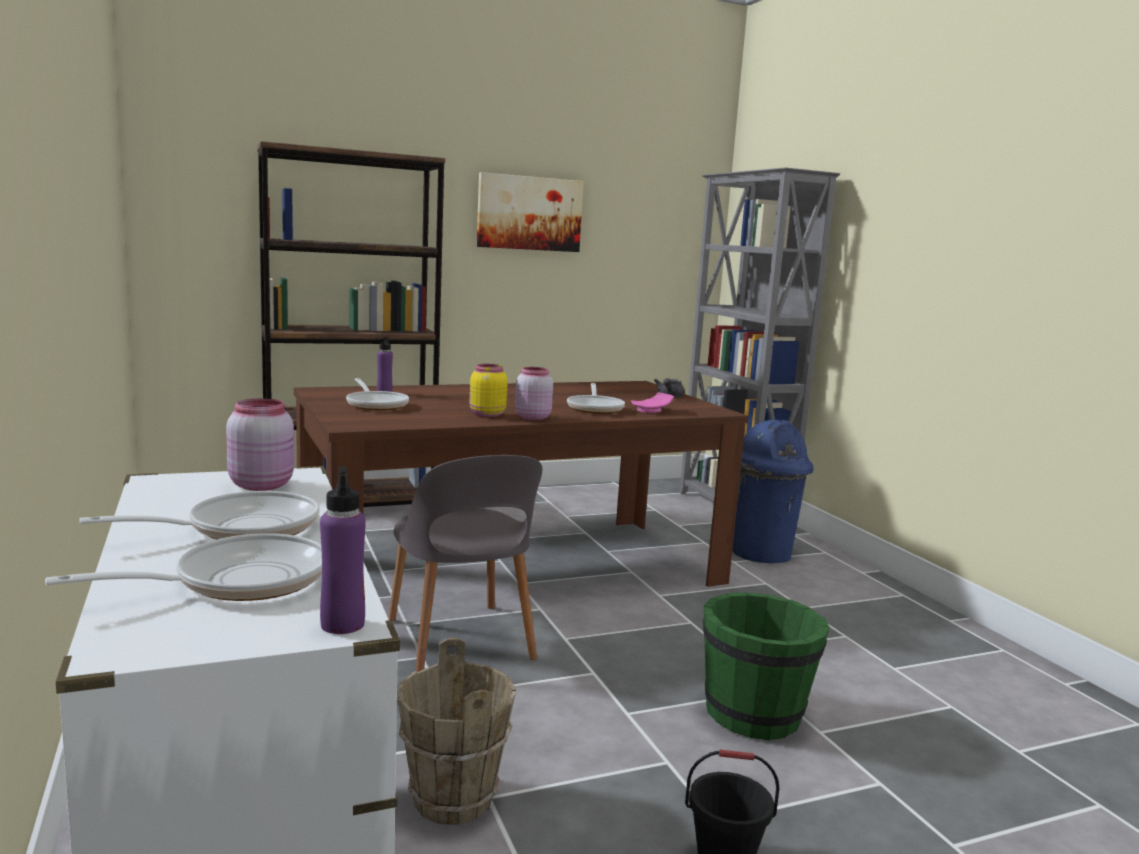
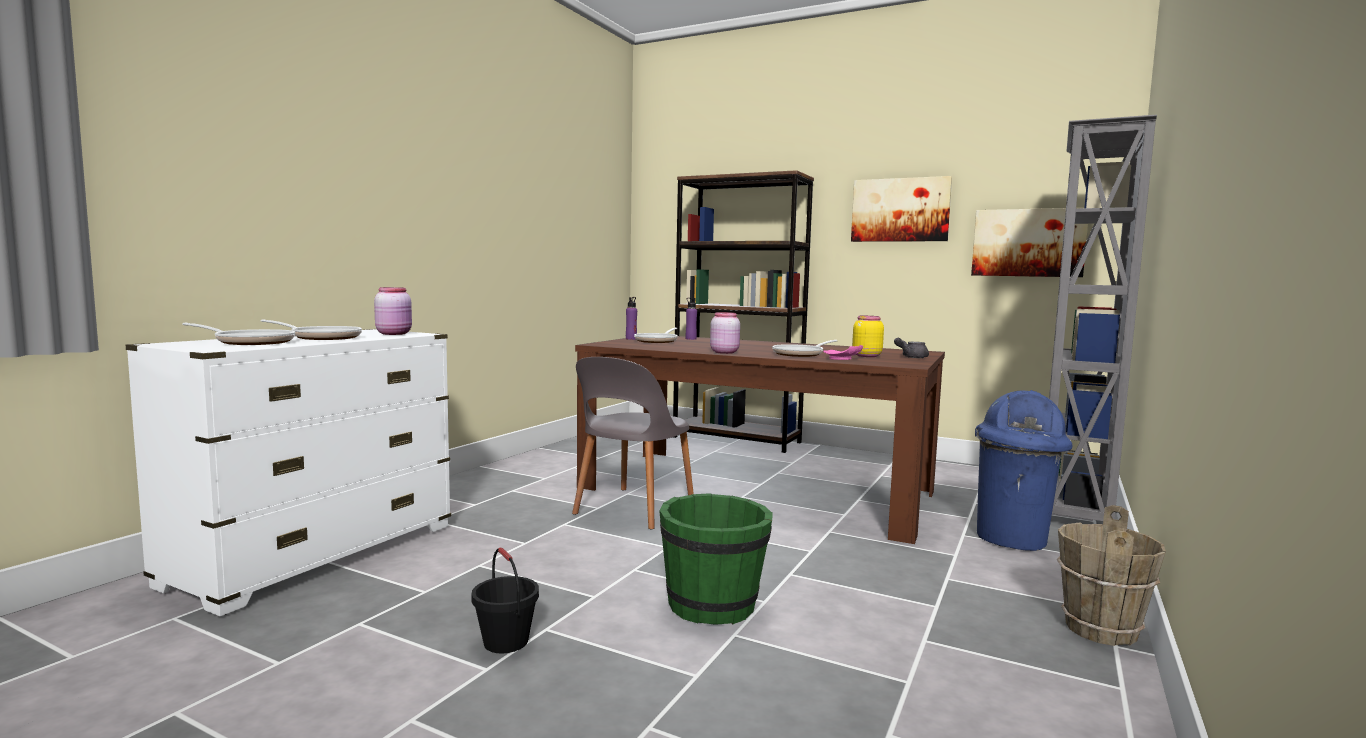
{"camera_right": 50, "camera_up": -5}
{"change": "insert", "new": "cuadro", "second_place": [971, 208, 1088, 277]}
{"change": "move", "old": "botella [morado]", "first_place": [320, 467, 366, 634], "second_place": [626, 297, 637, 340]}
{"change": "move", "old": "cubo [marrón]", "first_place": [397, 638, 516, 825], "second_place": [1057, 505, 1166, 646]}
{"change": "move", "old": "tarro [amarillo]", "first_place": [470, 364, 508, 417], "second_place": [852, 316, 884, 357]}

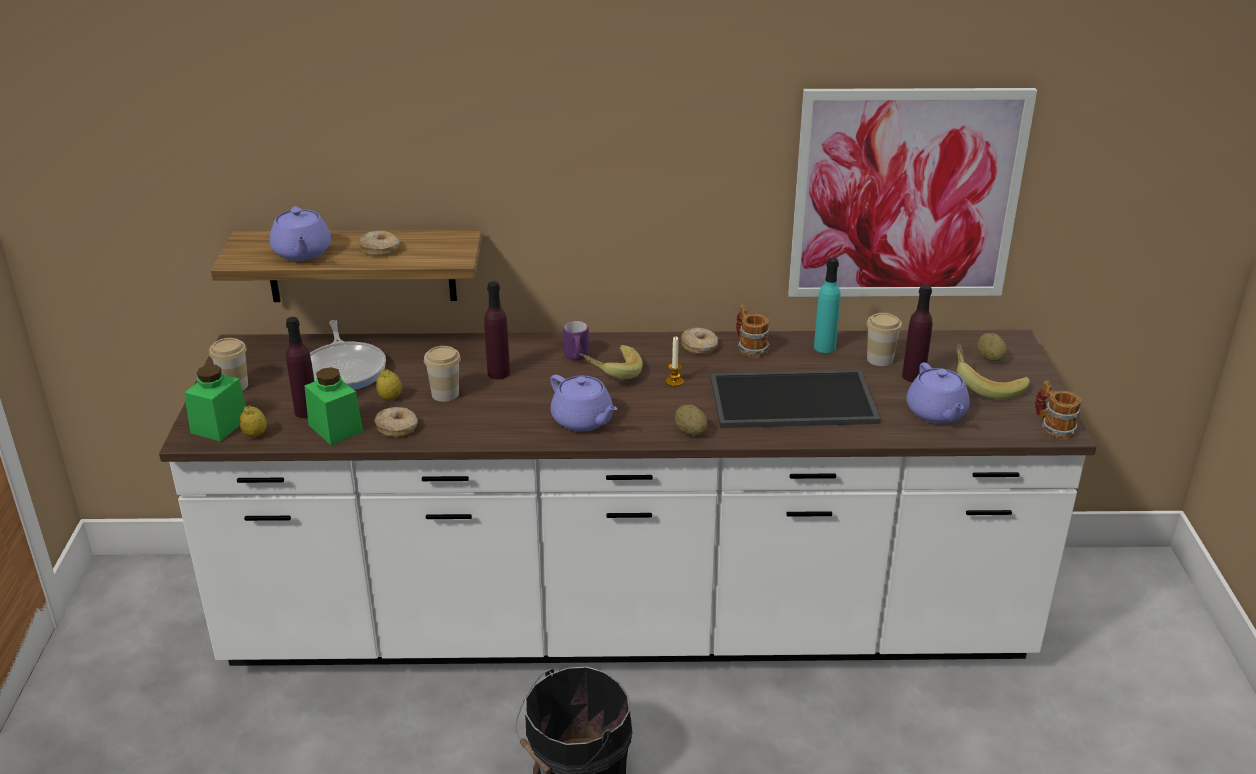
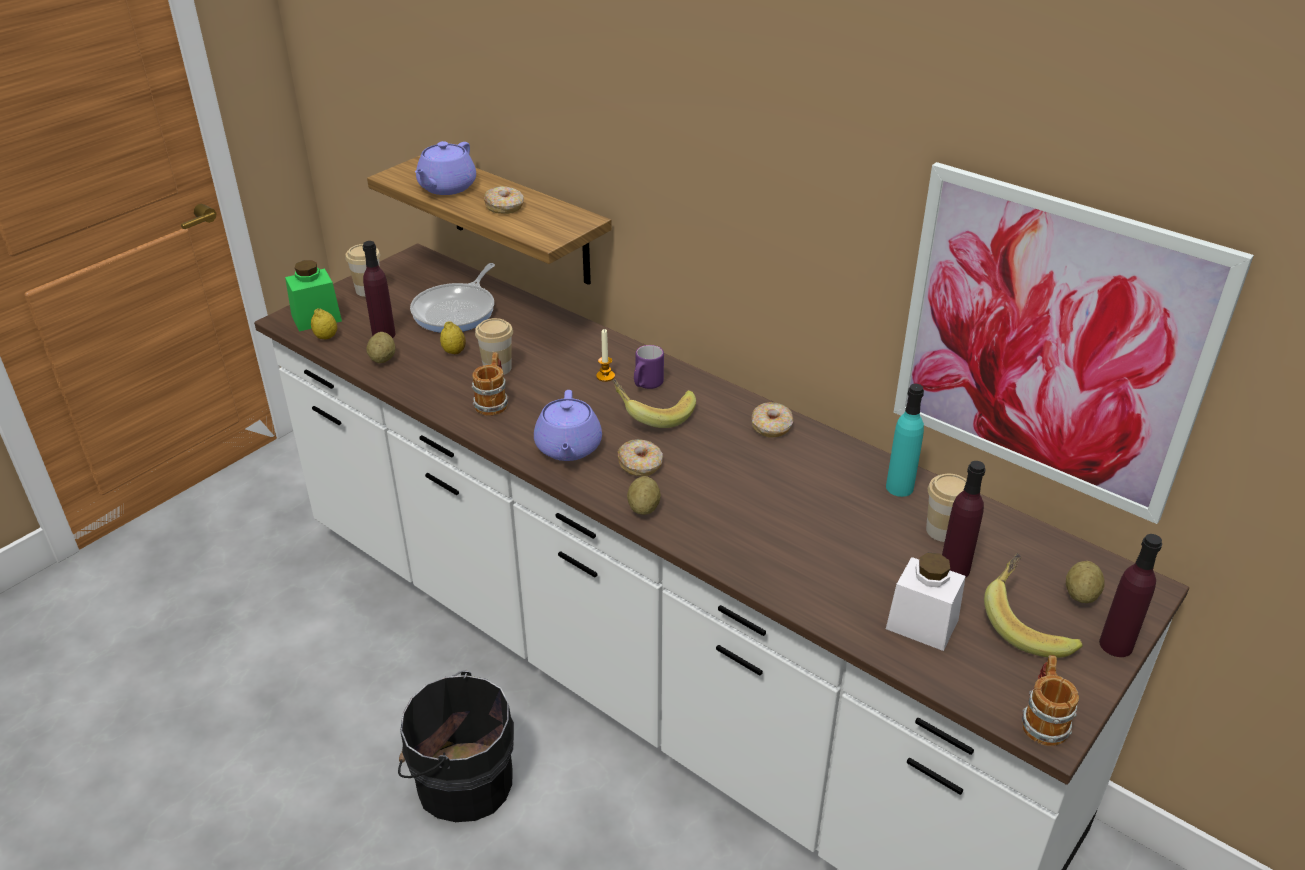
{"camera_right": 40, "camera_up": 5}
{"change": "delete", "old": "bandeja", "first_place": [710, 370, 880, 428]}
{"change": "move", "old": "rosquilla", "first_place": [374, 407, 418, 437], "second_place": [618, 439, 663, 476]}
{"change": "move", "old": "botella [morado]", "first_place": [484, 281, 510, 379], "second_place": [1099, 534, 1162, 657]}
{"change": "move", "old": "vela", "first_place": [666, 336, 683, 387], "second_place": [596, 329, 615, 382]}
{"change": "move", "old": "taza grande", "first_place": [736, 304, 770, 358], "second_place": [471, 352, 508, 416]}
{"change": "replace", "old": "tarro [verde]", "new": "patata", "first_place": [304, 367, 363, 445], "second_place": [366, 332, 395, 363]}
{"change": "replace", "old": "tetera [morado]", "new": "tarro [blanco]", "first_place": [906, 362, 970, 424], "second_place": [886, 553, 966, 651]}

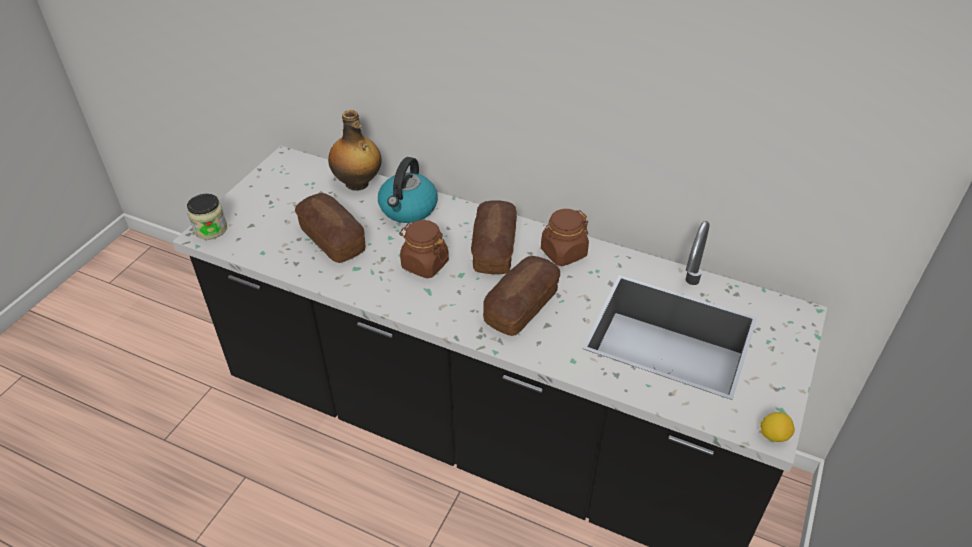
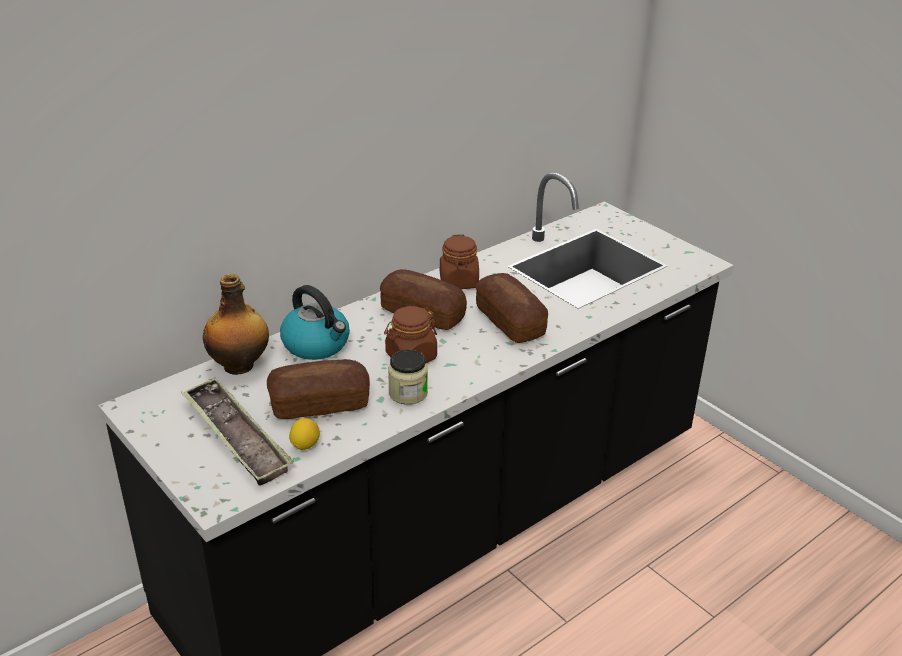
{"camera_right": -65, "camera_up": -10}
{"change": "insert", "new": "bandeja", "second_place": [181, 378, 294, 486]}
{"change": "move", "old": "tarro", "first_place": [187, 194, 227, 240], "second_place": [388, 350, 428, 405]}
{"change": "move", "old": "limón", "first_place": [760, 412, 795, 442], "second_place": [289, 418, 320, 450]}

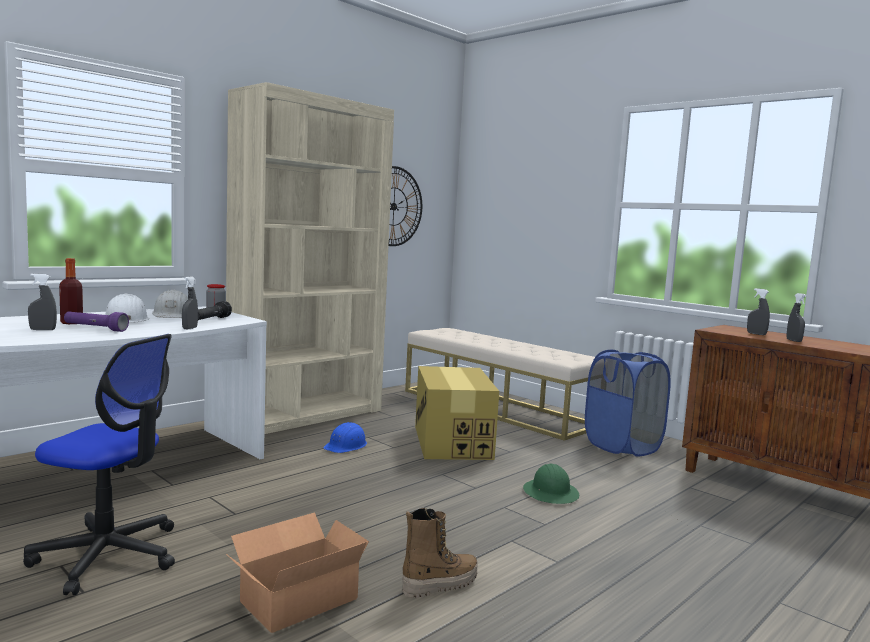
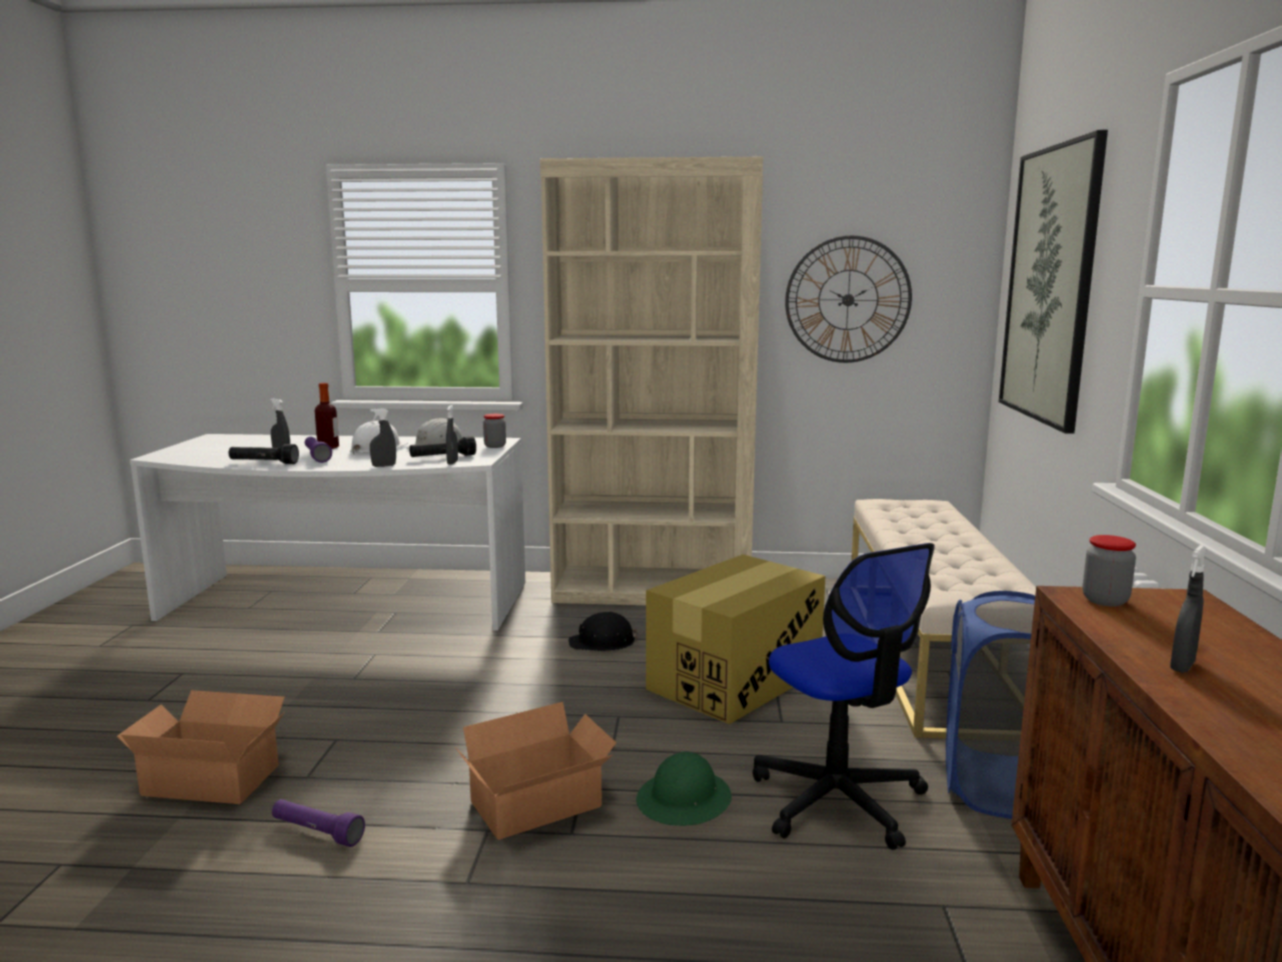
{"camera_right": 50, "camera_up": 5}
{"change": "insert", "new": "linterna [negro]", "second_place": [229, 444, 299, 464]}
{"change": "insert", "new": "caja de cartón", "second_place": [455, 702, 616, 840]}
{"change": "insert", "new": "cuadro", "second_place": [999, 130, 1108, 433]}
{"change": "insert", "new": "tarro", "second_place": [1083, 535, 1136, 607]}
{"change": "move", "old": "silla de oficina", "first_place": [23, 334, 175, 595], "second_place": [753, 543, 935, 850]}
{"change": "move", "old": "pulverizador [gris]", "first_place": [747, 288, 770, 335], "second_place": [446, 405, 458, 464]}
{"change": "replace", "old": "bota", "new": "linterna [morado]", "first_place": [402, 508, 478, 598], "second_place": [272, 799, 365, 847]}
{"change": "recolor", "old": "casco [azul]", "new": "casco [negro]", "first_place": [323, 422, 367, 453], "second_place": [569, 612, 638, 651]}

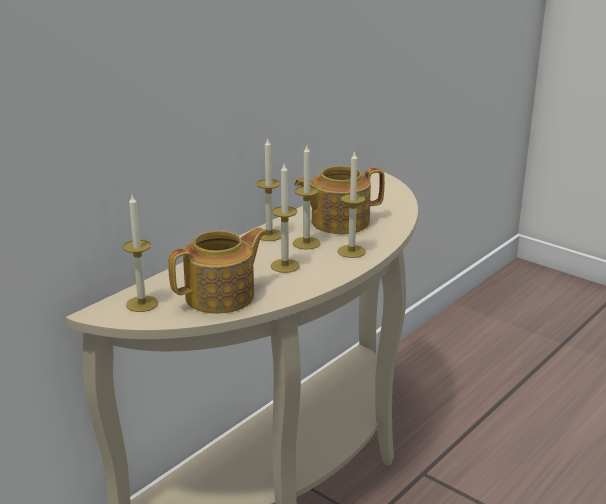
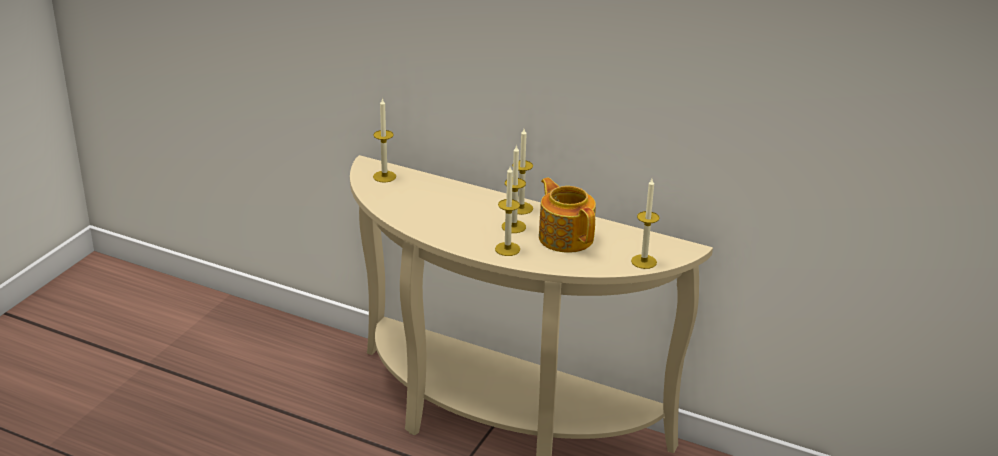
{"camera_right": 75, "camera_up": 5}
{"change": "delete", "old": "tetera", "first_place": [168, 227, 267, 314]}
{"change": "move", "old": "vela", "first_place": [270, 164, 300, 273], "second_place": [631, 179, 660, 269]}

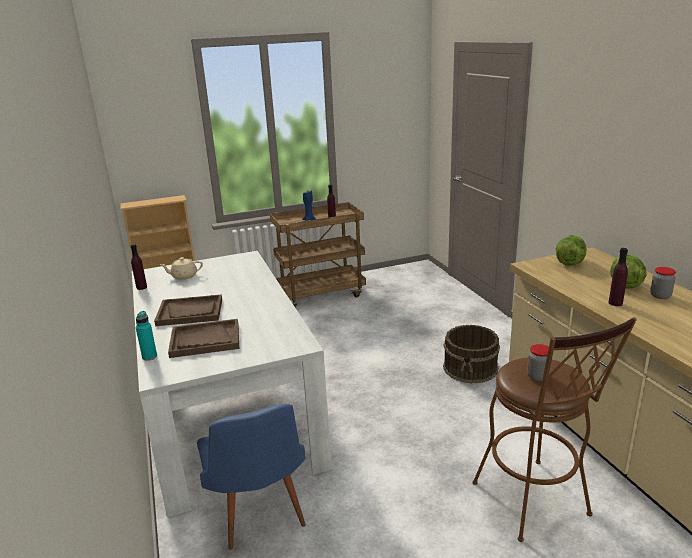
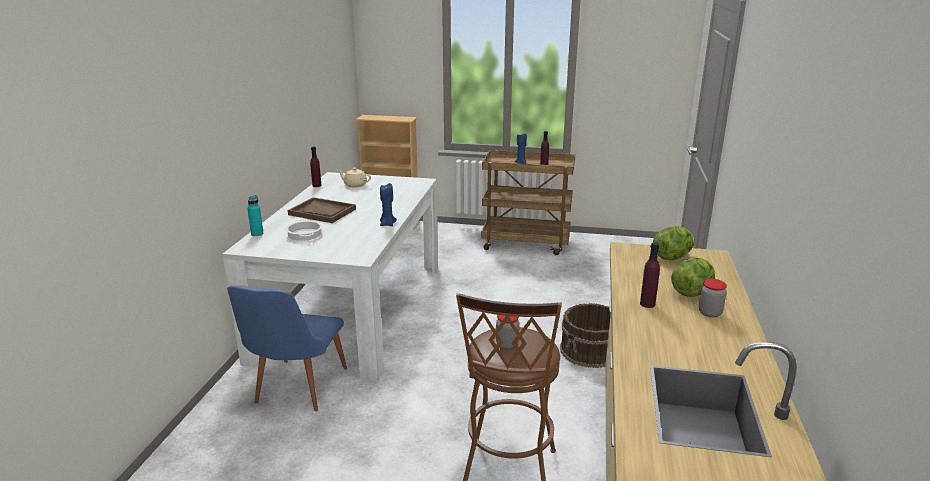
{"camera_right": 30, "camera_up": 0}
{"change": "insert", "new": "vela [azul]", "second_place": [380, 183, 397, 226]}
{"change": "replace", "old": "bandeja [marrón]", "new": "olla", "first_place": [168, 319, 239, 358], "second_place": [286, 219, 322, 241]}

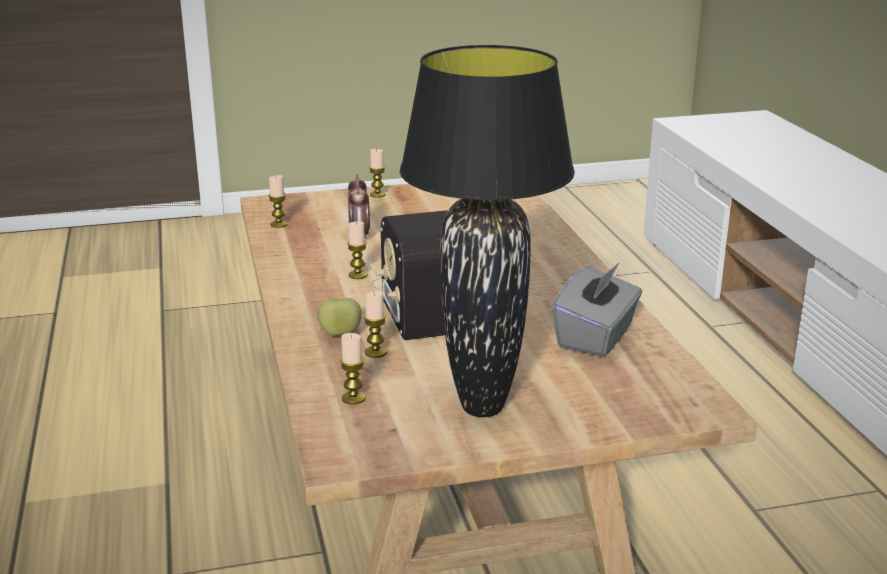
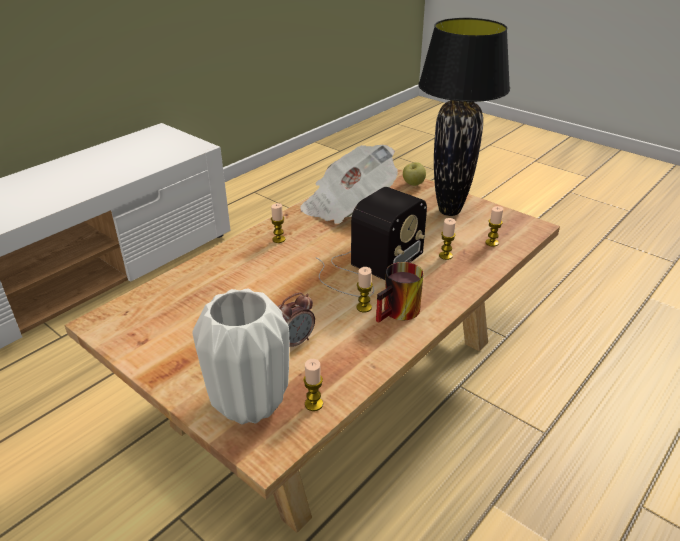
{"camera_right": -125, "camera_up": 10}
{"change": "insert", "new": "florero [blanco]", "second_place": [192, 288, 289, 424]}
{"change": "insert", "new": "taza grande", "second_place": [376, 262, 423, 323]}
{"change": "move", "old": "manzana", "first_place": [317, 298, 362, 336], "second_place": [403, 162, 426, 186]}
{"change": "move", "old": "vela", "first_place": [369, 149, 386, 198], "second_place": [271, 203, 286, 243]}
{"change": "replace", "old": "caja de pañuelos [gris]", "new": "periódico", "first_place": [552, 262, 642, 357], "second_place": [300, 145, 398, 224]}

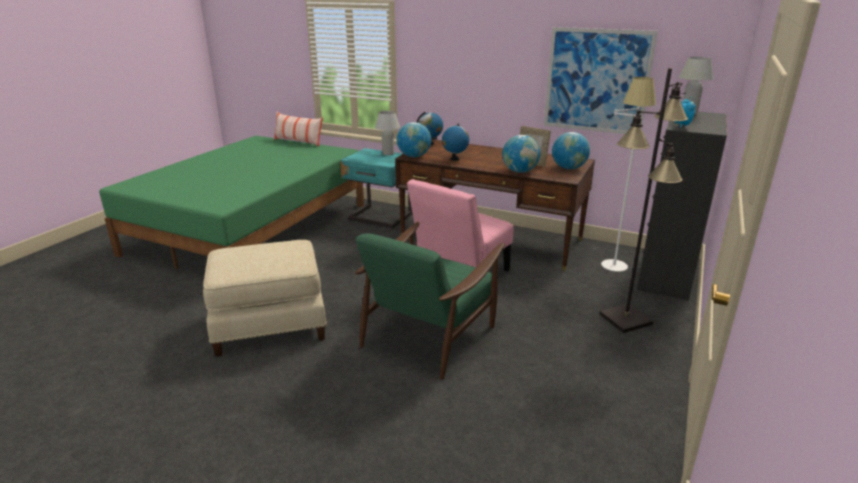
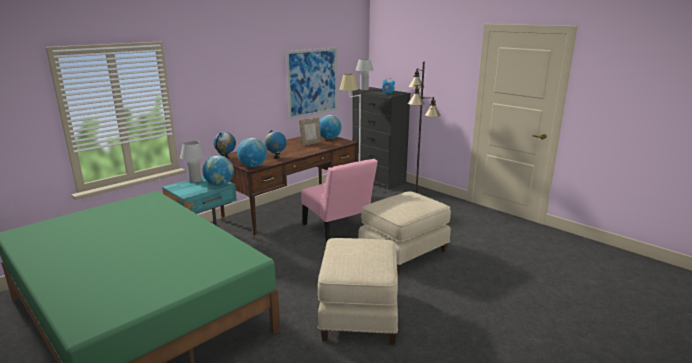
{"camera_right": -70, "camera_up": -5}
{"change": "delete", "old": "cojín", "first_place": [273, 112, 323, 146]}
{"change": "move", "old": "globo terráqueo", "first_place": [502, 135, 540, 173], "second_place": [202, 155, 234, 186]}
{"change": "replace", "old": "sillón [verde]", "new": "puf [beis]", "first_place": [355, 222, 504, 380], "second_place": [358, 191, 451, 274]}

